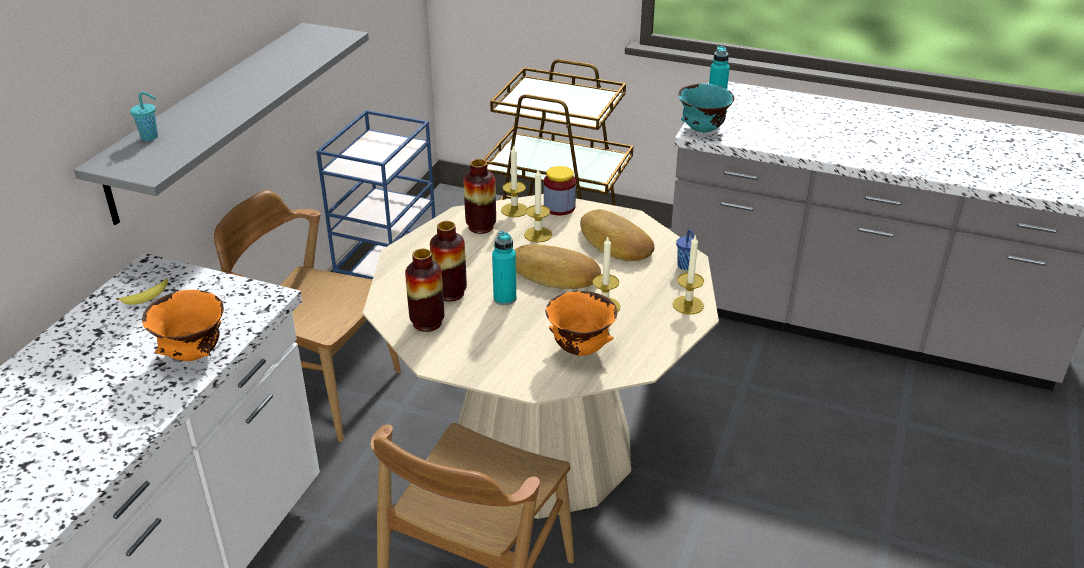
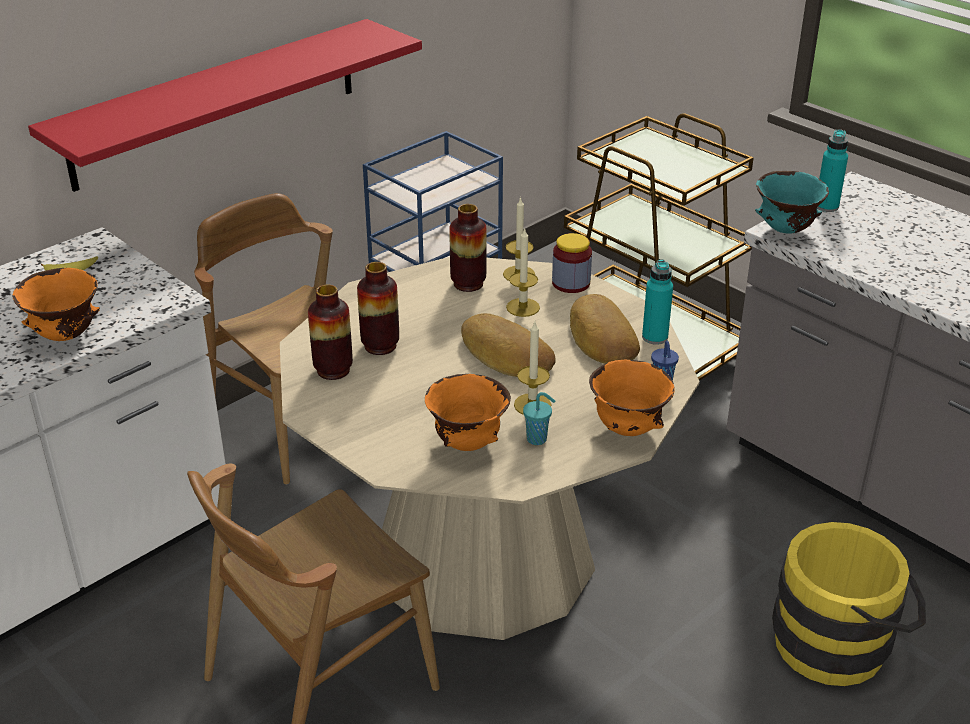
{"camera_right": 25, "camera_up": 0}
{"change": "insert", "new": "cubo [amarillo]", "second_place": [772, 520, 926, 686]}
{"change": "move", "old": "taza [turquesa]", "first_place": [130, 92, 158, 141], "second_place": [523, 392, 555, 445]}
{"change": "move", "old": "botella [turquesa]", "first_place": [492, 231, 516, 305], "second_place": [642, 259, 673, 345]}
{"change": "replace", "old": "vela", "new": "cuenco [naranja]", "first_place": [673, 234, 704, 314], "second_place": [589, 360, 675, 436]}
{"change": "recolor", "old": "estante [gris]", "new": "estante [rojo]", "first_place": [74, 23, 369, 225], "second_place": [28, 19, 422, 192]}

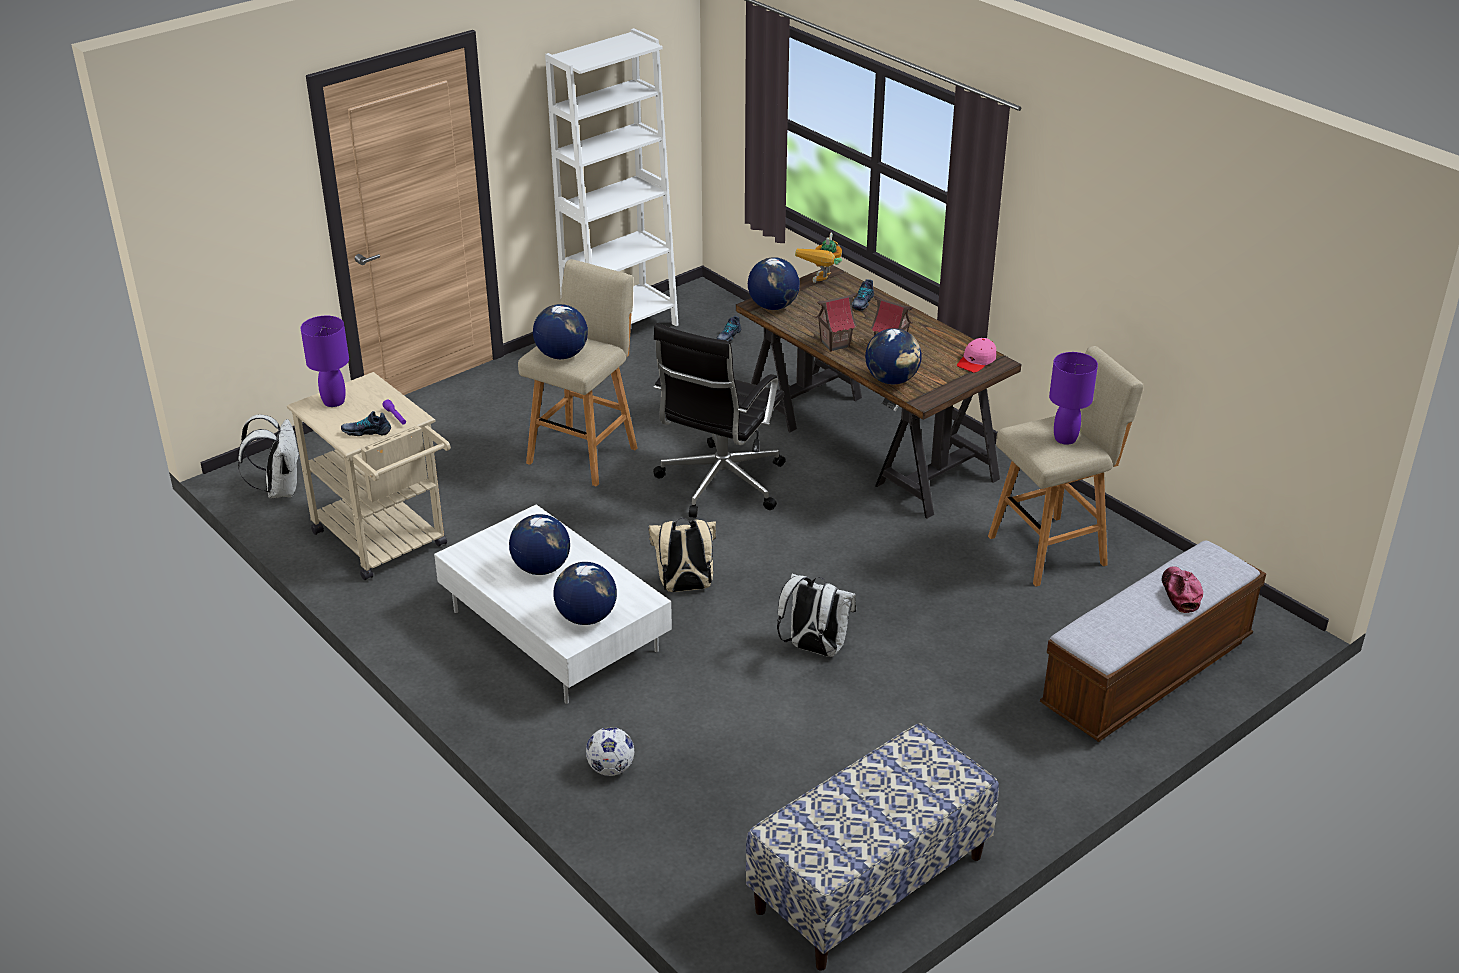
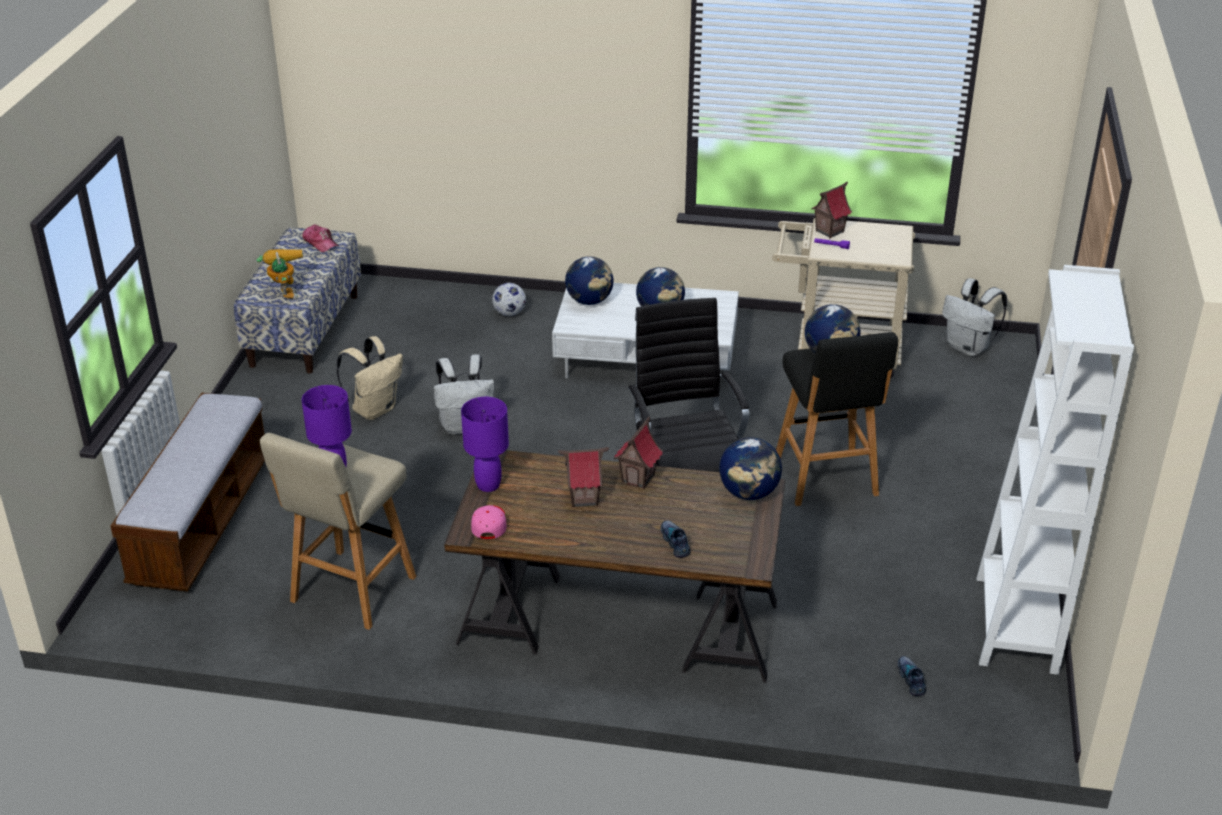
{"camera_right": 140, "camera_up": 0}
{"change": "delete", "old": "globo terráqueo", "first_place": [865, 328, 922, 384]}
{"change": "move", "old": "lámpara de mesa [morado]", "first_place": [300, 316, 349, 407], "second_place": [461, 397, 509, 492]}
{"change": "move", "old": "mochila [beis]", "first_place": [648, 518, 716, 592], "second_place": [337, 336, 403, 420]}
{"change": "move", "old": "robot de juguete", "first_place": [795, 232, 842, 283], "second_place": [257, 249, 303, 300]}
{"change": "move", "old": "gorra", "first_place": [1162, 566, 1203, 613], "second_place": [302, 224, 339, 252]}
{"change": "replace", "old": "zapato", "new": "casita", "first_place": [341, 411, 391, 436], "second_place": [811, 182, 852, 238]}
{"change": "recolor", "old": "taburete [beis]", "new": "taburete [negro]", "first_place": [518, 259, 638, 487], "second_place": [776, 332, 898, 506]}

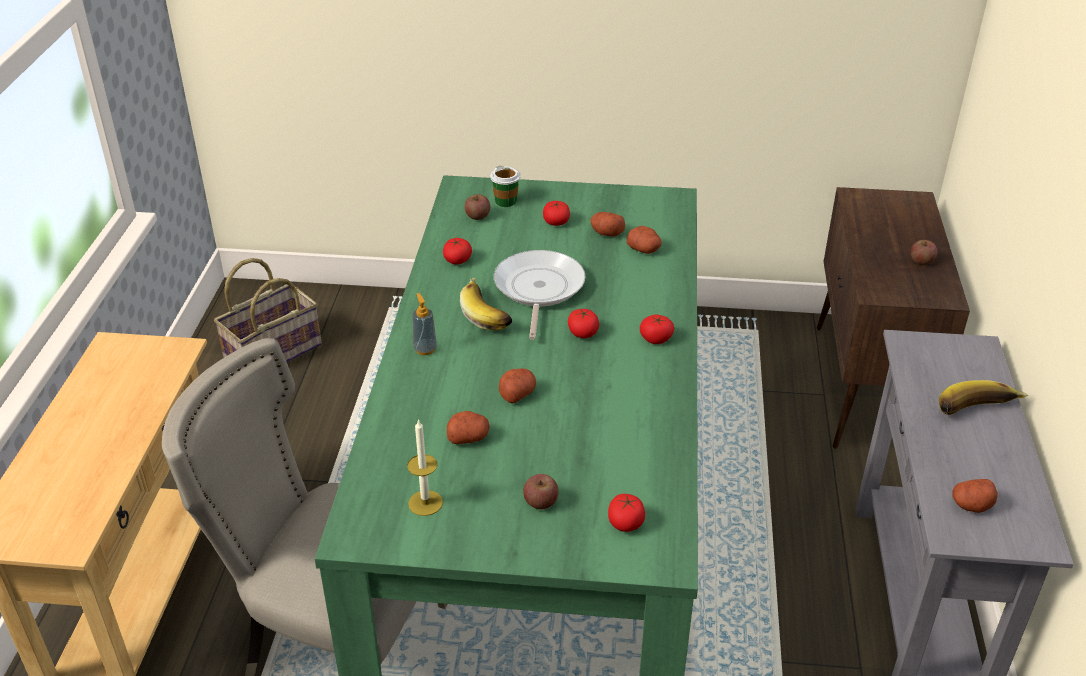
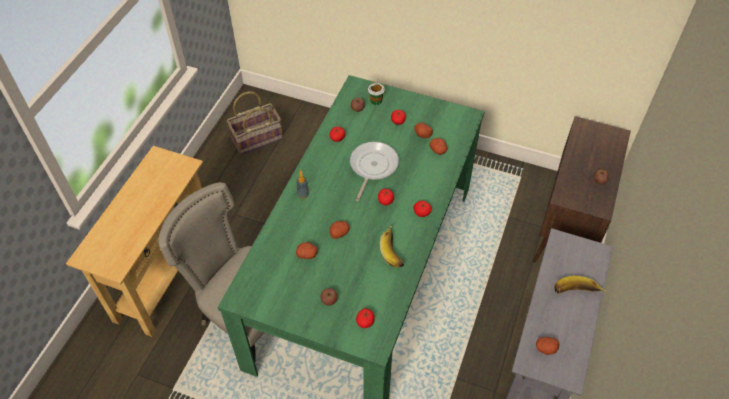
{"camera_right": 15, "camera_up": 15}
{"change": "delete", "old": "vela", "first_place": [407, 419, 443, 516]}
{"change": "move", "old": "plátano", "first_place": [460, 277, 512, 330], "second_place": [380, 226, 404, 268]}

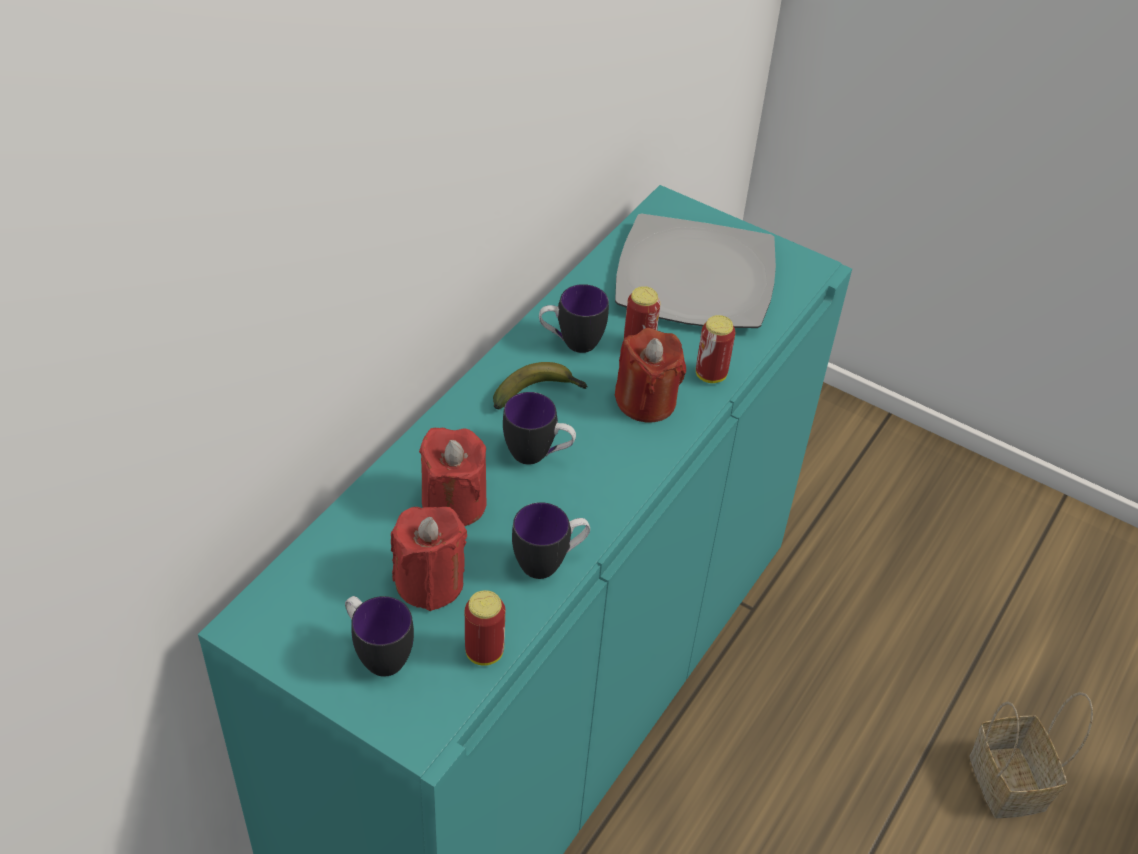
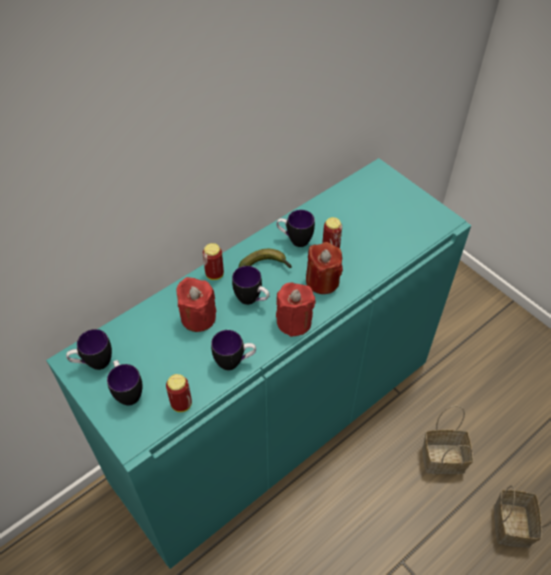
{"camera_right": 20, "camera_up": 5}
{"change": "delete", "old": "plato", "first_place": [615, 213, 776, 328]}
{"change": "insert", "new": "taza grande", "second_place": [66, 329, 112, 370]}
{"change": "insert", "new": "cesta", "second_place": [422, 406, 473, 474]}
{"change": "move", "old": "vela [rojo]", "first_place": [391, 507, 467, 611], "second_place": [276, 282, 316, 337]}
{"change": "move", "old": "lata", "first_place": [696, 315, 735, 383], "second_place": [203, 243, 224, 280]}

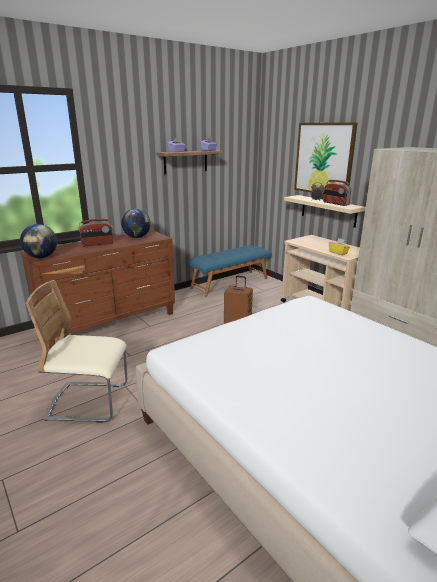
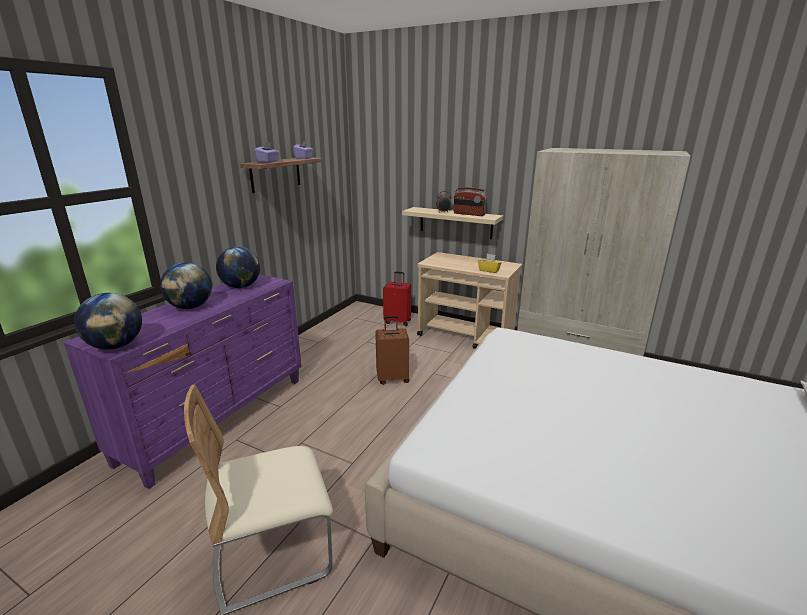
{"camera_right": -25, "camera_up": 0}
{"change": "delete", "old": "banco [azul]", "first_place": [187, 245, 271, 297]}
{"change": "delete", "old": "cuadro", "first_place": [294, 123, 358, 195]}
{"change": "insert", "new": "maleta [rojo]", "second_place": [383, 272, 411, 326]}
{"change": "replace", "old": "radio", "new": "globo terráqueo", "first_place": [78, 219, 113, 246], "second_place": [160, 262, 212, 309]}
{"change": "recolor", "old": "cómoda [marrón]", "new": "cómoda [morado]", "first_place": [21, 230, 175, 349], "second_place": [63, 274, 302, 489]}

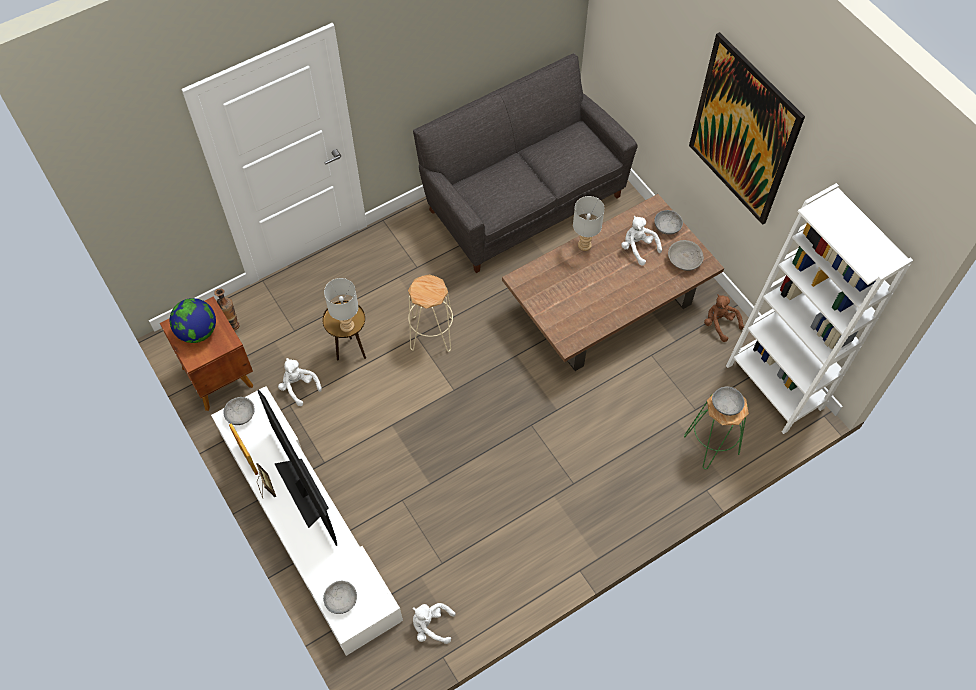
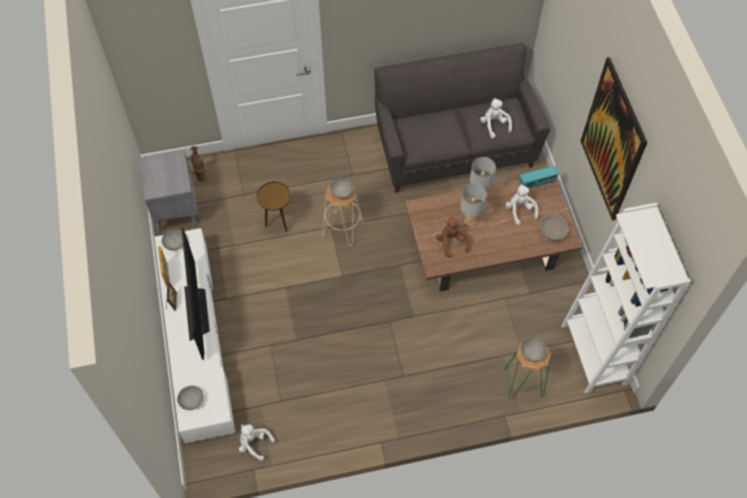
{"camera_right": 20, "camera_up": 0}
{"change": "delete", "old": "globo terráqueo", "first_place": [170, 298, 216, 343]}
{"change": "insert", "new": "radio", "second_place": [520, 166, 559, 189]}
{"change": "move", "old": "peluche [blanco]", "first_place": [278, 358, 322, 406], "second_place": [480, 98, 512, 138]}
{"change": "move", "old": "lámpara de mesa [gris]", "first_place": [324, 278, 359, 332], "second_place": [460, 183, 487, 227]}
{"change": "move", "old": "cuenco [gris]", "first_place": [654, 210, 683, 235], "second_place": [330, 178, 354, 199]}
{"change": "move", "old": "peluche [marrón]", "first_place": [704, 294, 744, 342], "second_place": [436, 216, 470, 258]}
{"change": "recolor", "old": "mesita de noche [marrón]", "new": "mesita de noche [gris]", "first_place": [160, 296, 253, 411], "second_place": [140, 150, 198, 234]}

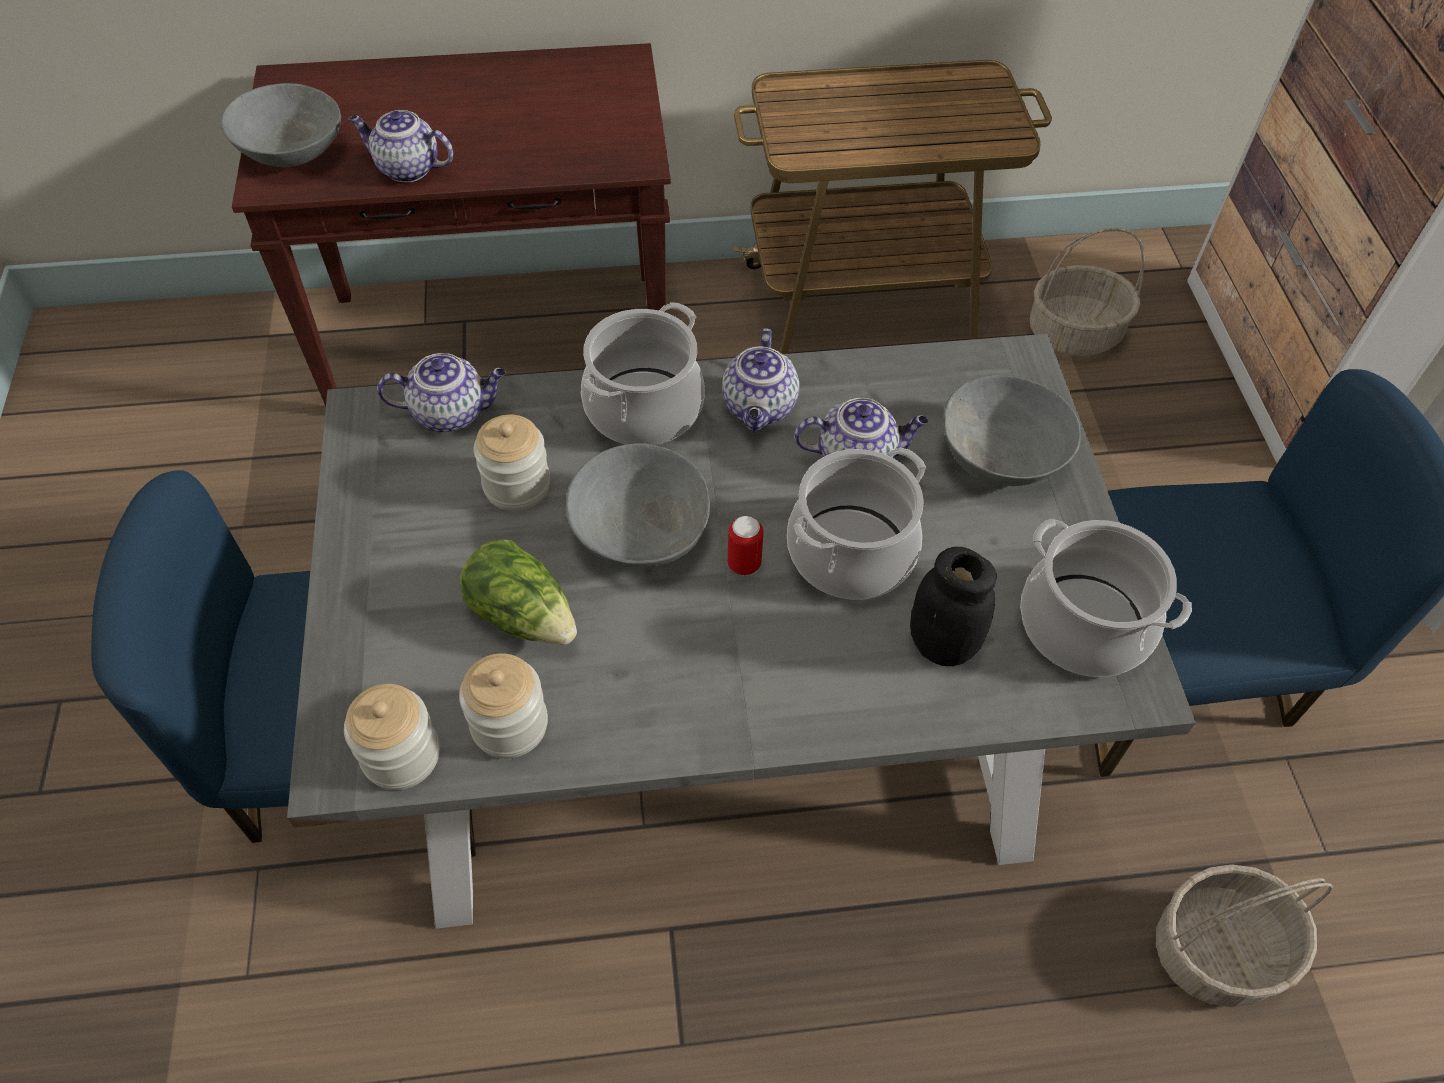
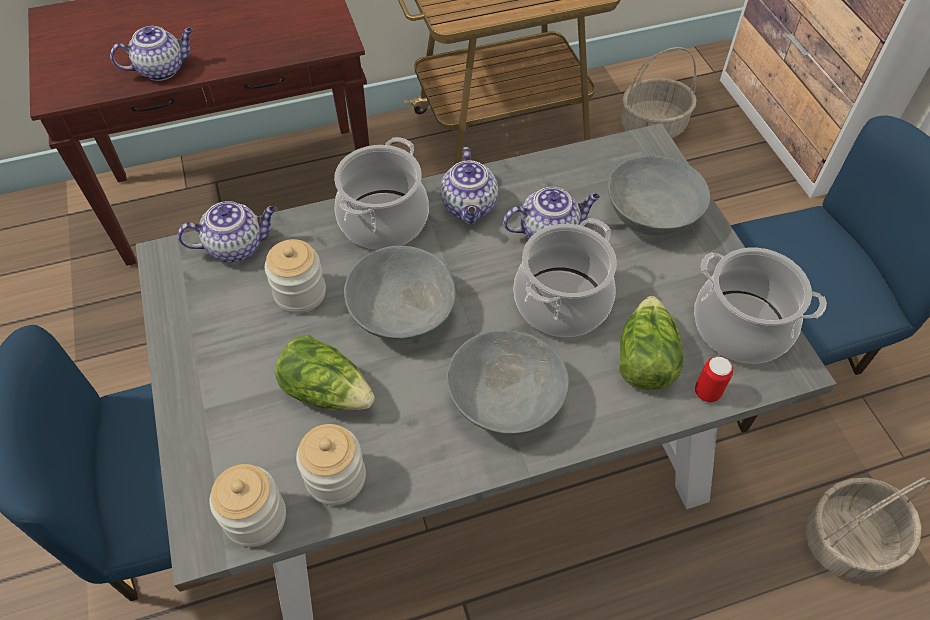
{"camera_right": -10, "camera_up": 0}
{"change": "move", "old": "cuenco [gris]", "first_place": [221, 83, 341, 167], "second_place": [447, 329, 569, 435]}
{"change": "move", "old": "lata", "first_place": [728, 516, 764, 575], "second_place": [695, 357, 733, 402]}
{"change": "replace", "old": "tarro [negro]", "new": "lechuga", "first_place": [910, 547, 997, 666], "second_place": [619, 296, 683, 390]}
{"change": "rotate", "old": "tetera", "first_place": [349, 110, 453, 182], "second_place": [110, 26, 193, 81], "degrees": 150}

